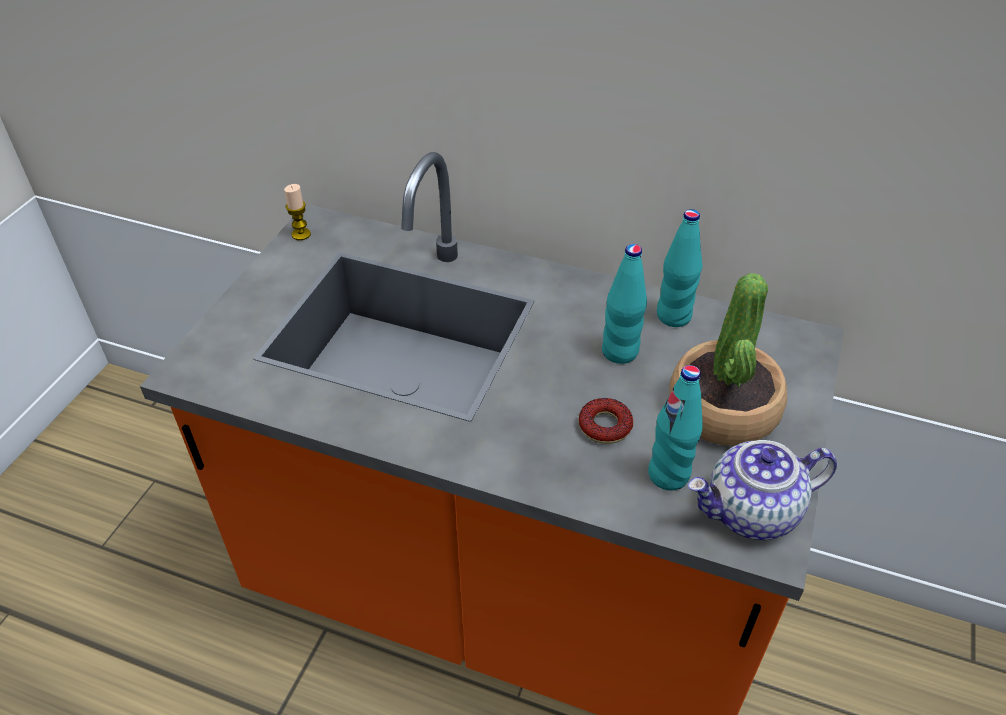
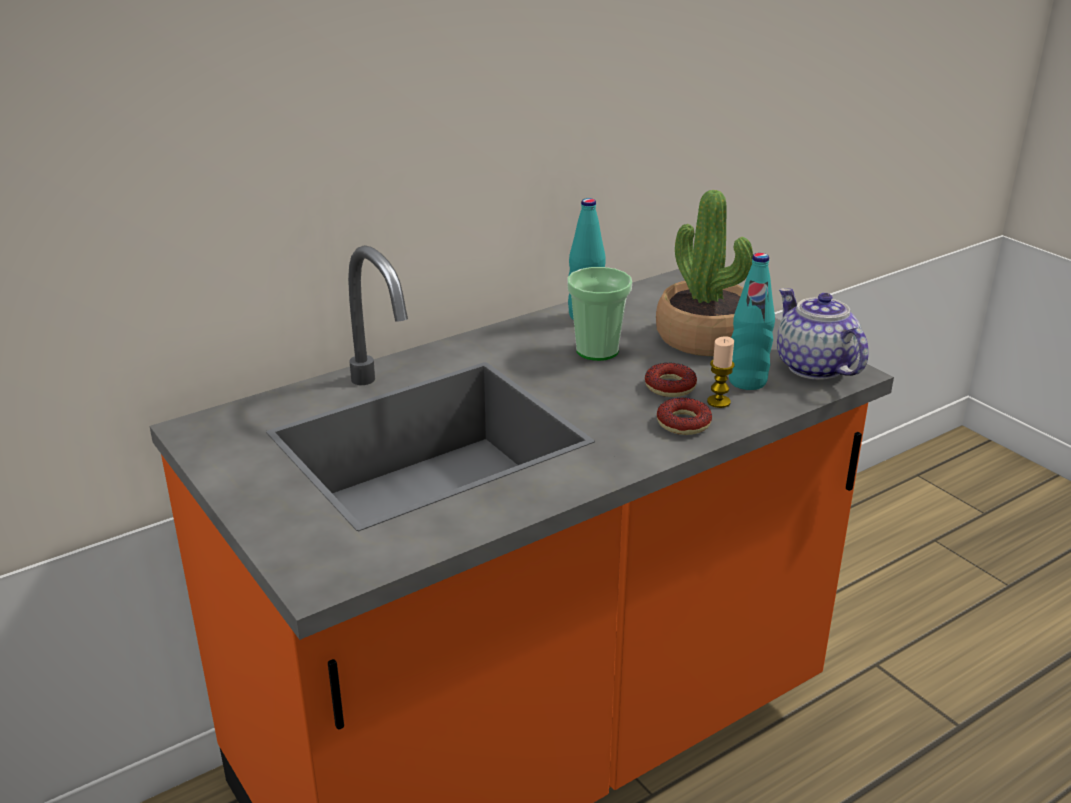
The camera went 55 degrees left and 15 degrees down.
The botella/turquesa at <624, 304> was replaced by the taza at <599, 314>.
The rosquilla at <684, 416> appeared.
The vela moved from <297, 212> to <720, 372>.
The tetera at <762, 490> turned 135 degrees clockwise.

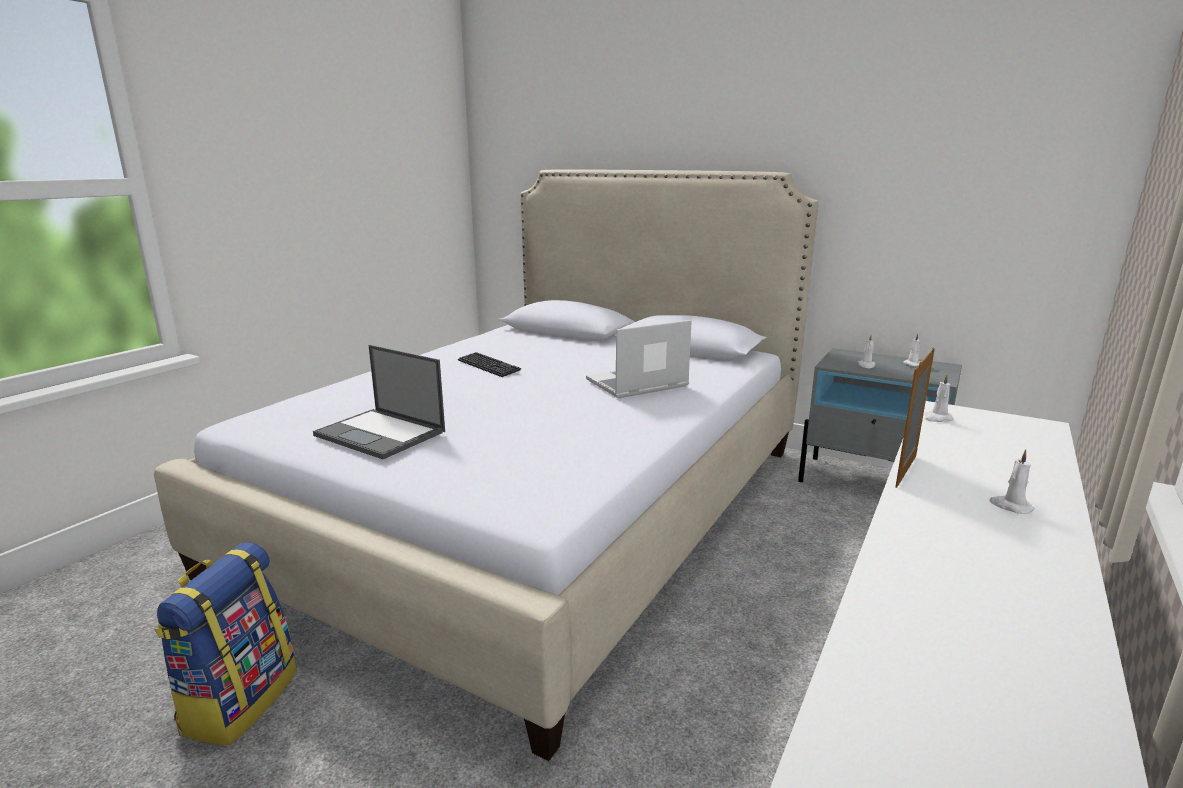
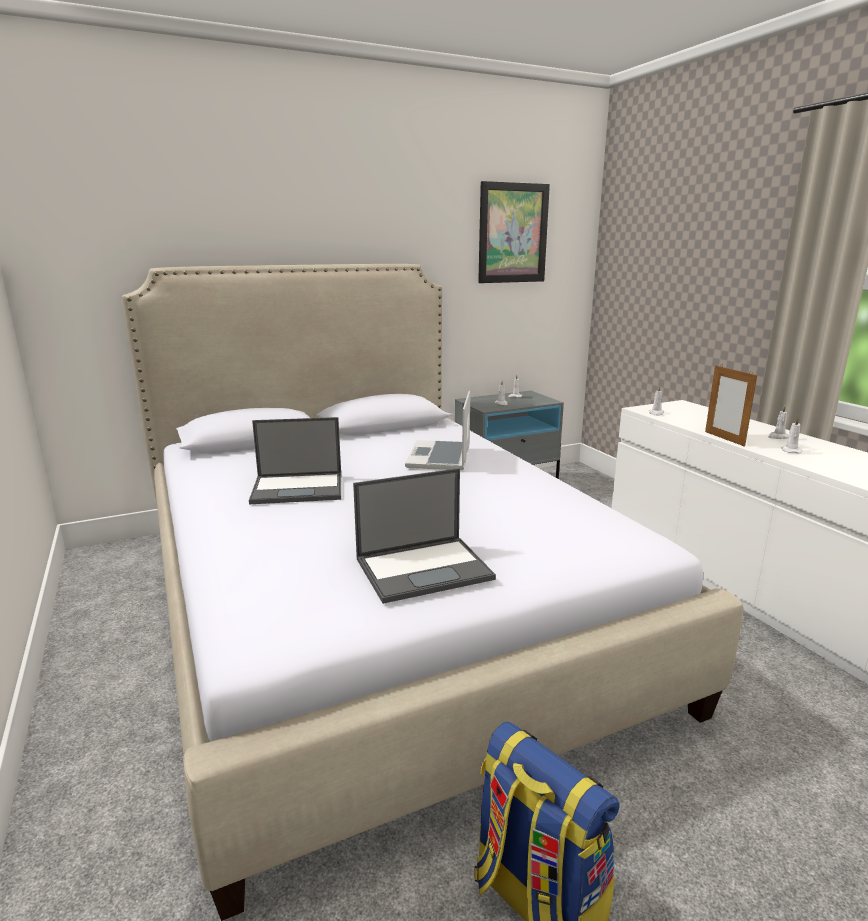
The camera went 55 degrees left and 0 degrees up.
The teclado at <489, 364> was replaced by the portátil at <295, 460>.
The cuadro at <514, 232> appeared.
The vela/blanco at <792, 435> appeared.

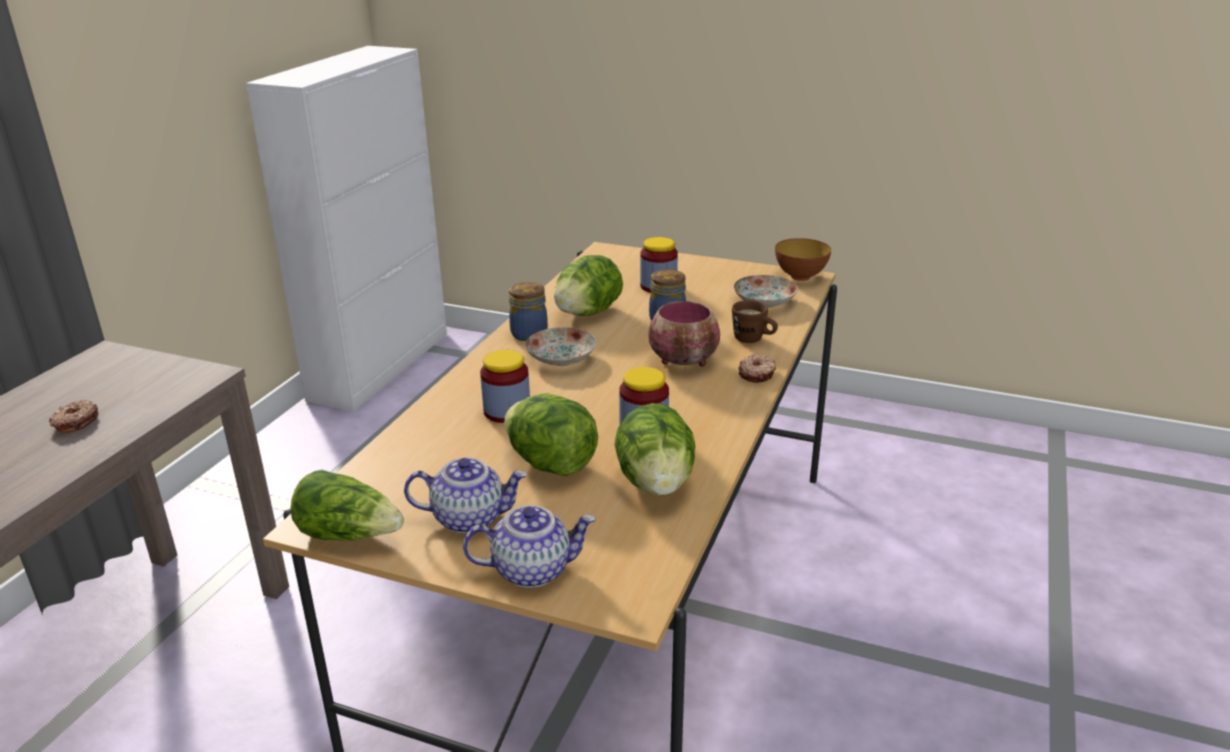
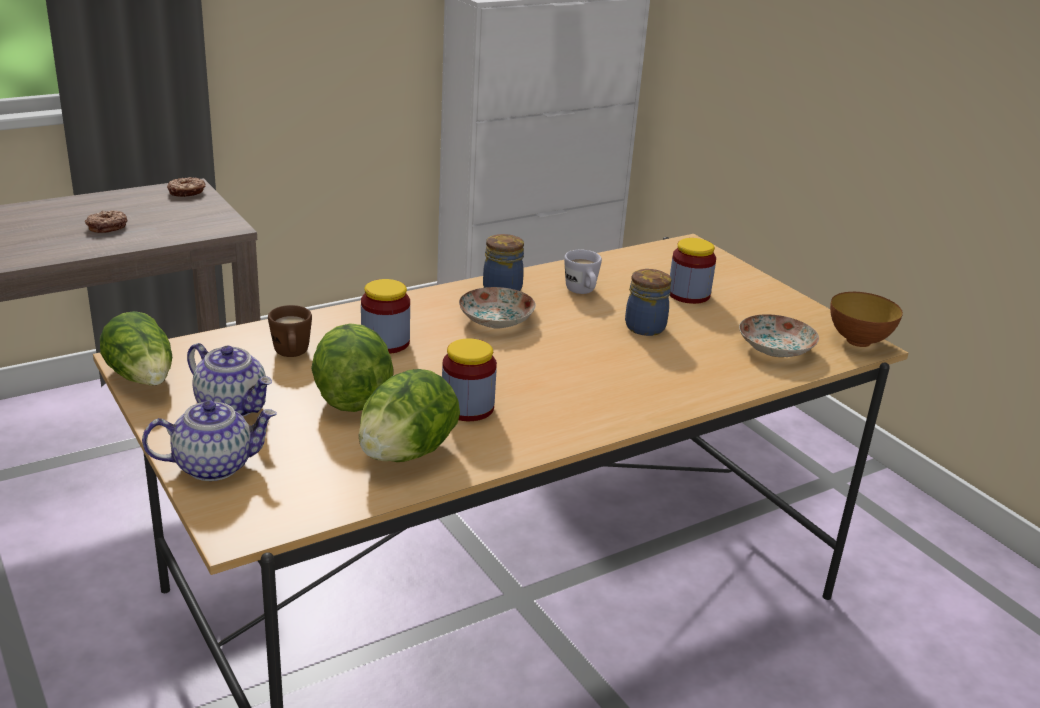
The camera went 35 degrees right and 0 degrees up.
The tetera at <529, 546> turned 45 degrees counterclockwise.
The rosquilla moved from <757, 368> to <186, 187>.
The taza grande/marrón moved from <755, 321> to <290, 331>.
The lechuga at <588, 285> was replaced by the taza grande/blanco at <583, 272>.
The cuenco at <684, 333> disappeared.

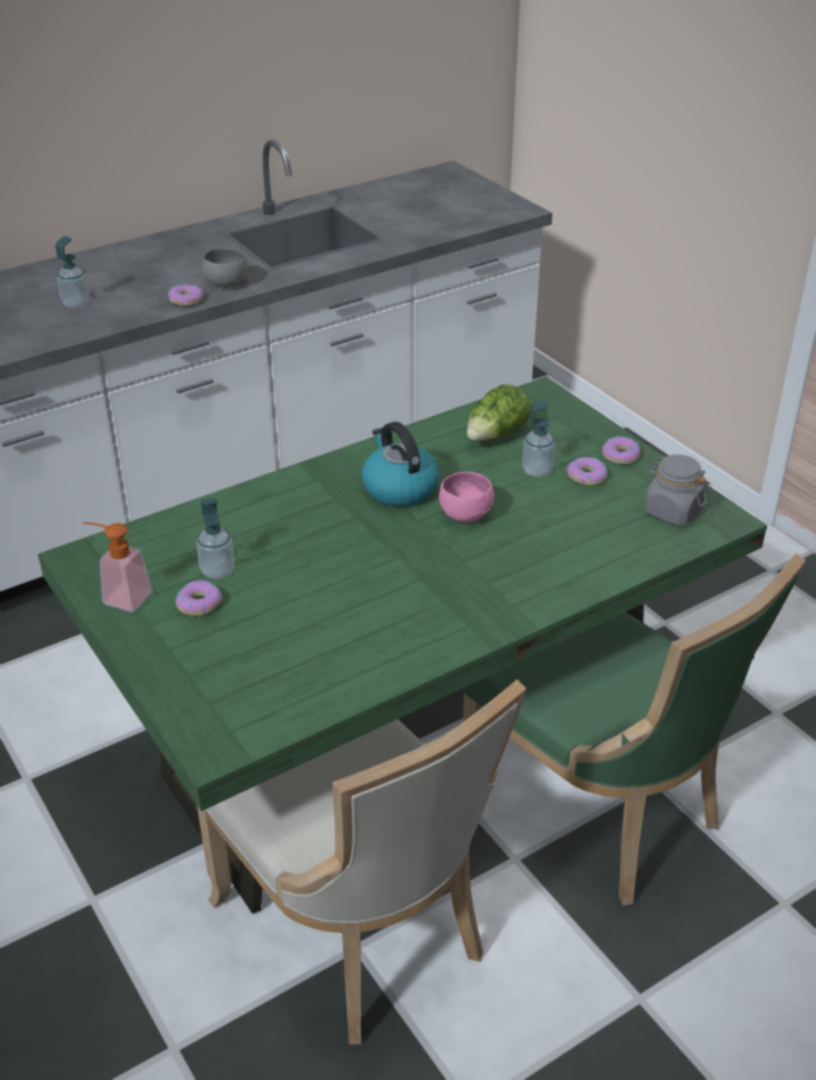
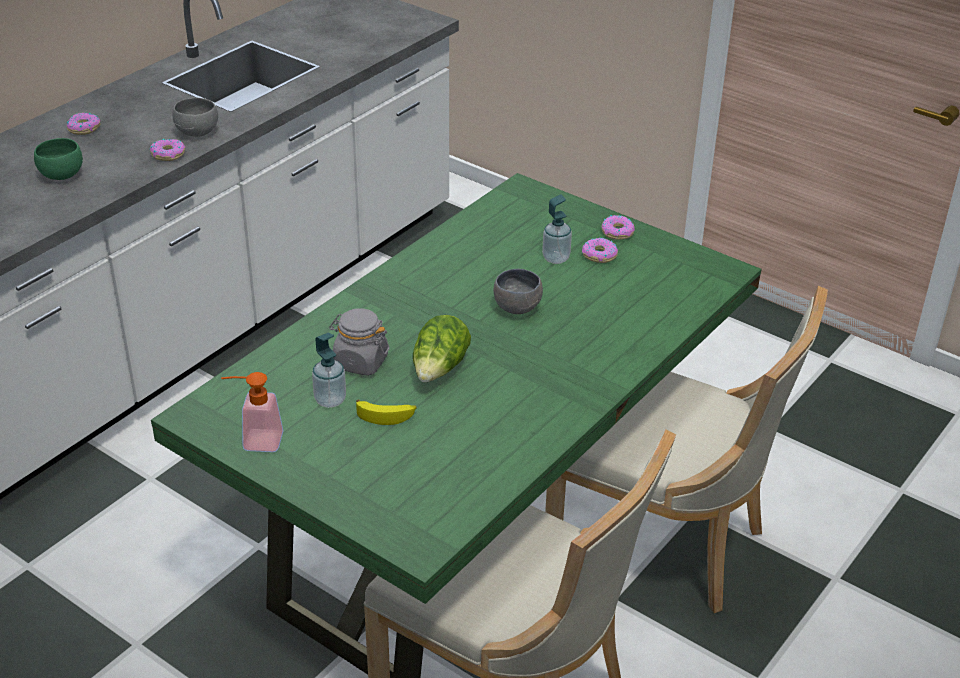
The camera went 20 degrees left and 0 degrees up.
The dispensador de jabón at <72, 272> was replaced by the cuenco/verde at <58, 159>.
The rosquilla moved from <199, 598> to <84, 124>.
The tarro/gris moved from <676, 490> to <359, 342>.
The plátano at <386, 412> appeared.
The lechuga moved from <499, 413> to <442, 348>.
The cuenco/rosa at <466, 497> became the cuenco/gris at <518, 291>.
The silla/verde at <634, 729> became the silla/beis at <686, 449>.
The hervidor at <400, 464> disappeared.

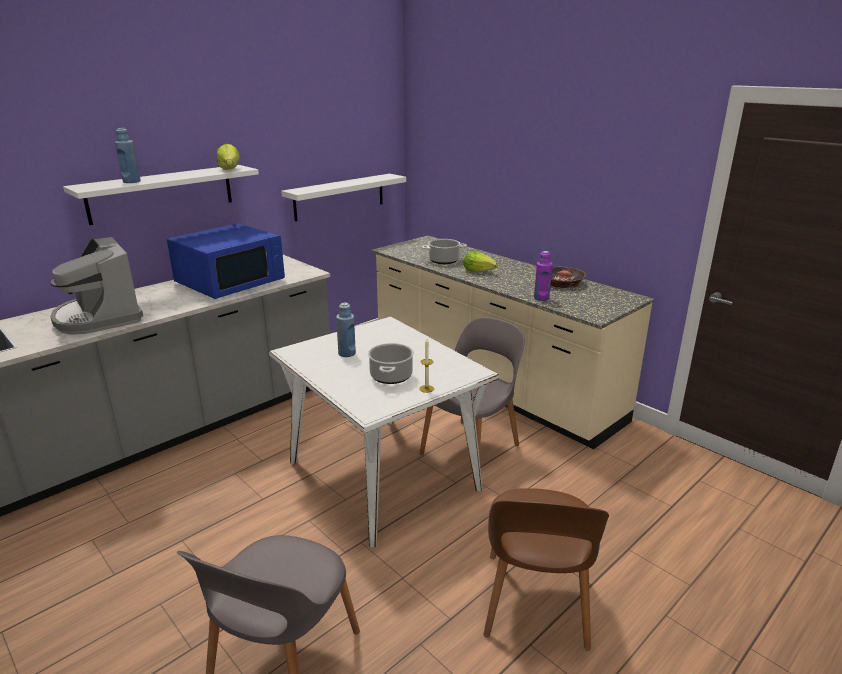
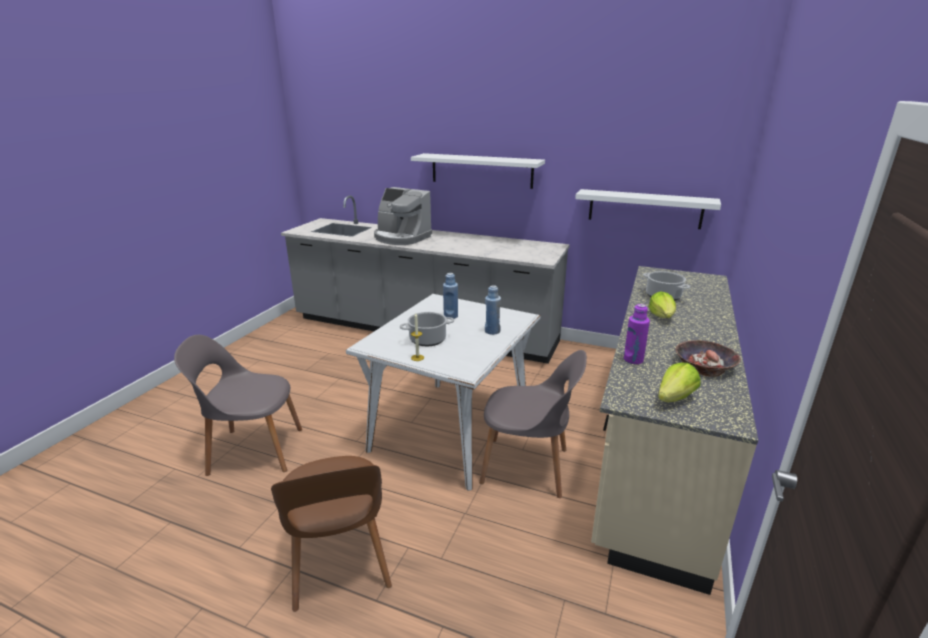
The camera went 65 degrees right and 0 degrees up.
The silla/marrón at <546, 569> turned 90 degrees counterclockwise.
The cafetera at <96, 286> turned 90 degrees counterclockwise.
The botella/azul moved from <128, 155> to <493, 310>.
The lechuga moved from <228, 157> to <679, 382>.
The microondas/azul at <226, 261> disappeared.

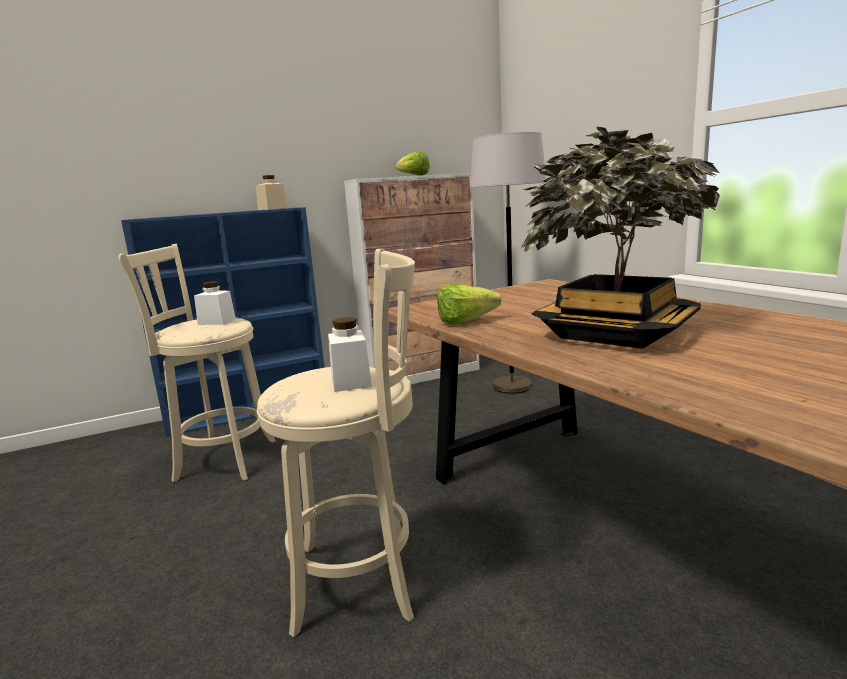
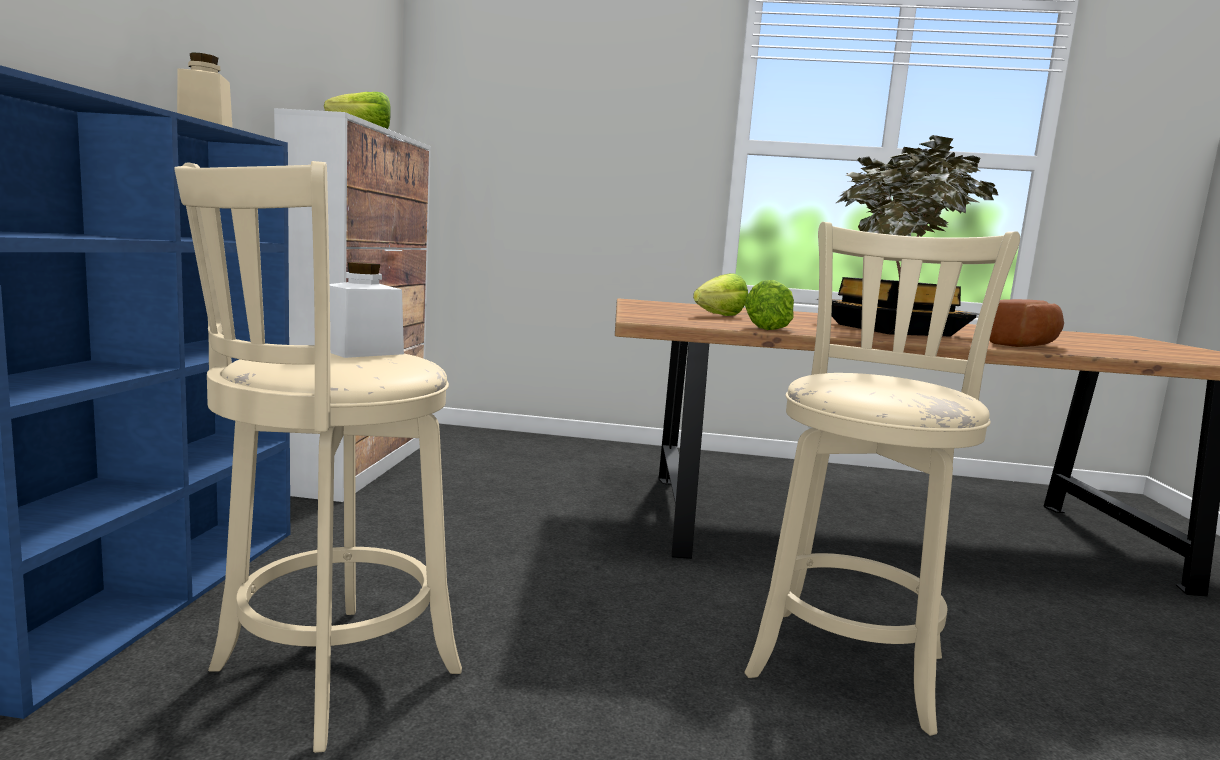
The camera went 60 degrees left and 5 degrees down.
The lechuga at <720, 294> appeared.
The pan at <1027, 323> appeared.
The tarro/blanco at <350, 354> disappeared.
The lámpara de pie/gris at <508, 263> disappeared.

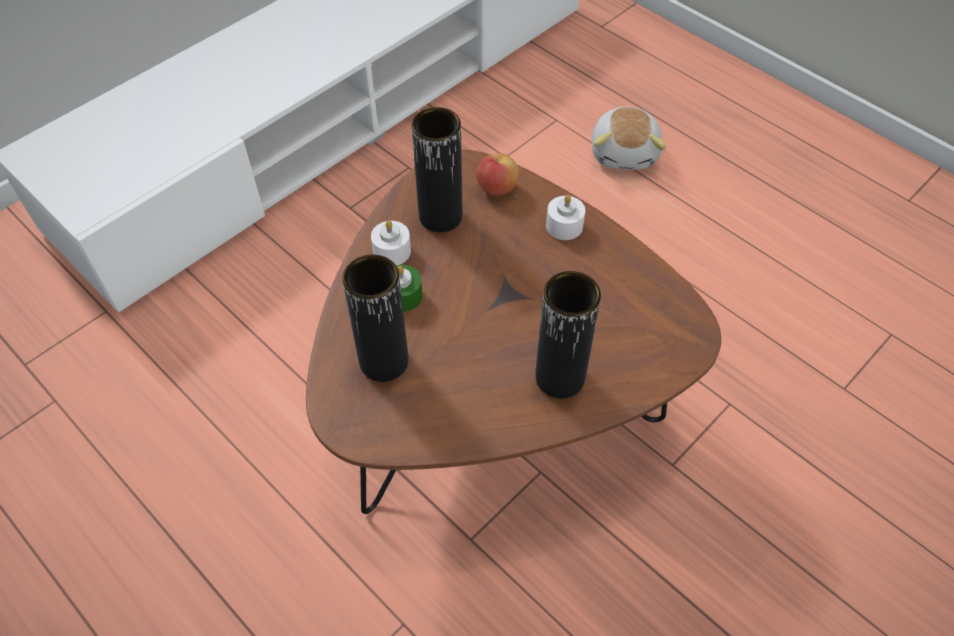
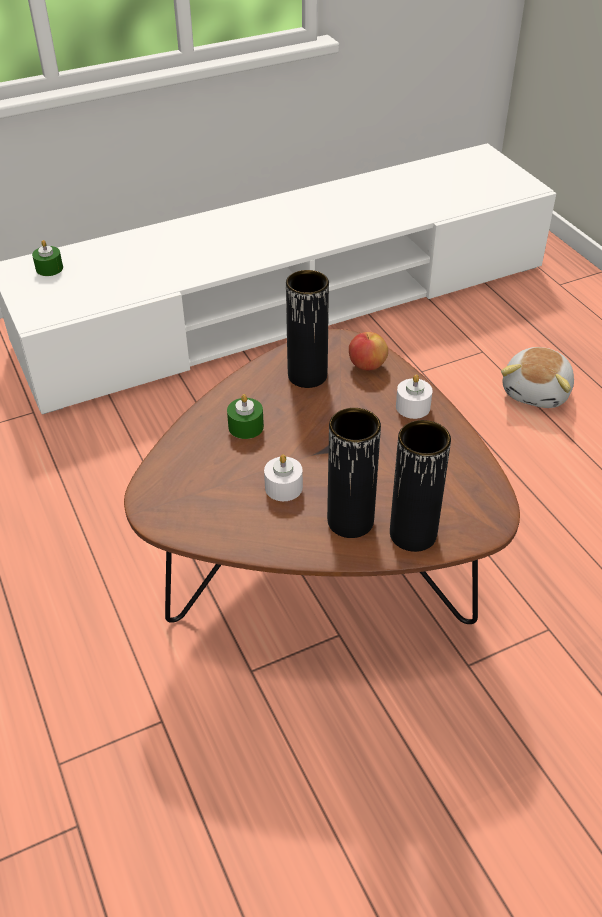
The camera went 20 degrees right and 10 degrees down.
The vela/verde at <47, 258> appeared.
The vela/blanco moved from <391, 242> to <283, 477>.
The florero/negro moved from <375, 318> to <420, 486>.

